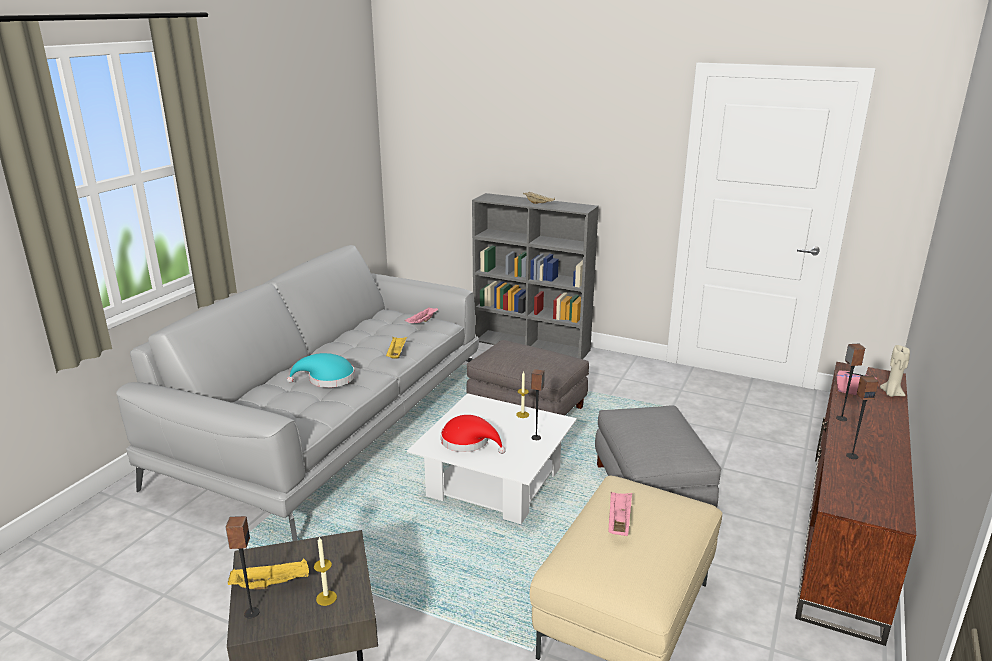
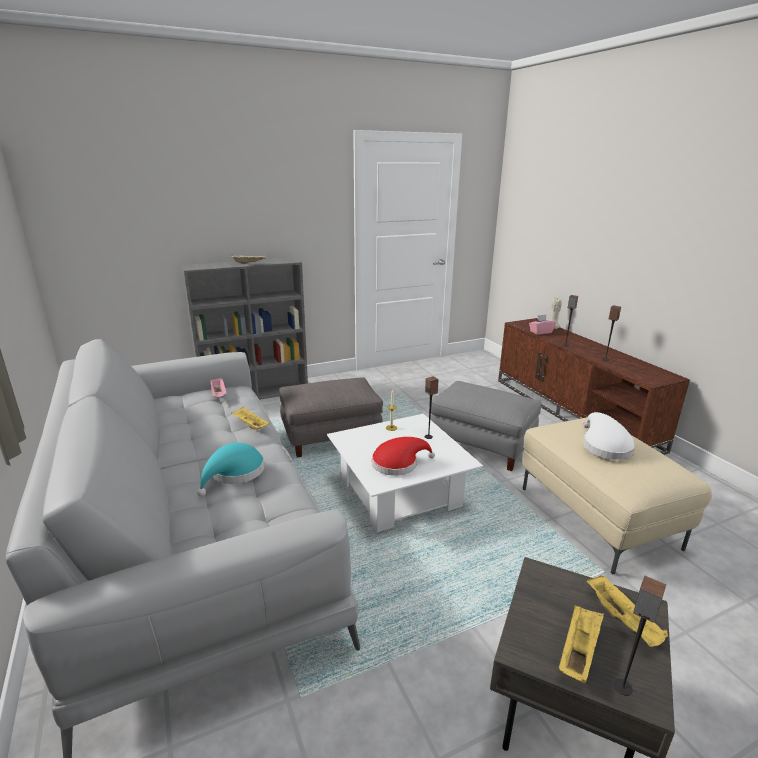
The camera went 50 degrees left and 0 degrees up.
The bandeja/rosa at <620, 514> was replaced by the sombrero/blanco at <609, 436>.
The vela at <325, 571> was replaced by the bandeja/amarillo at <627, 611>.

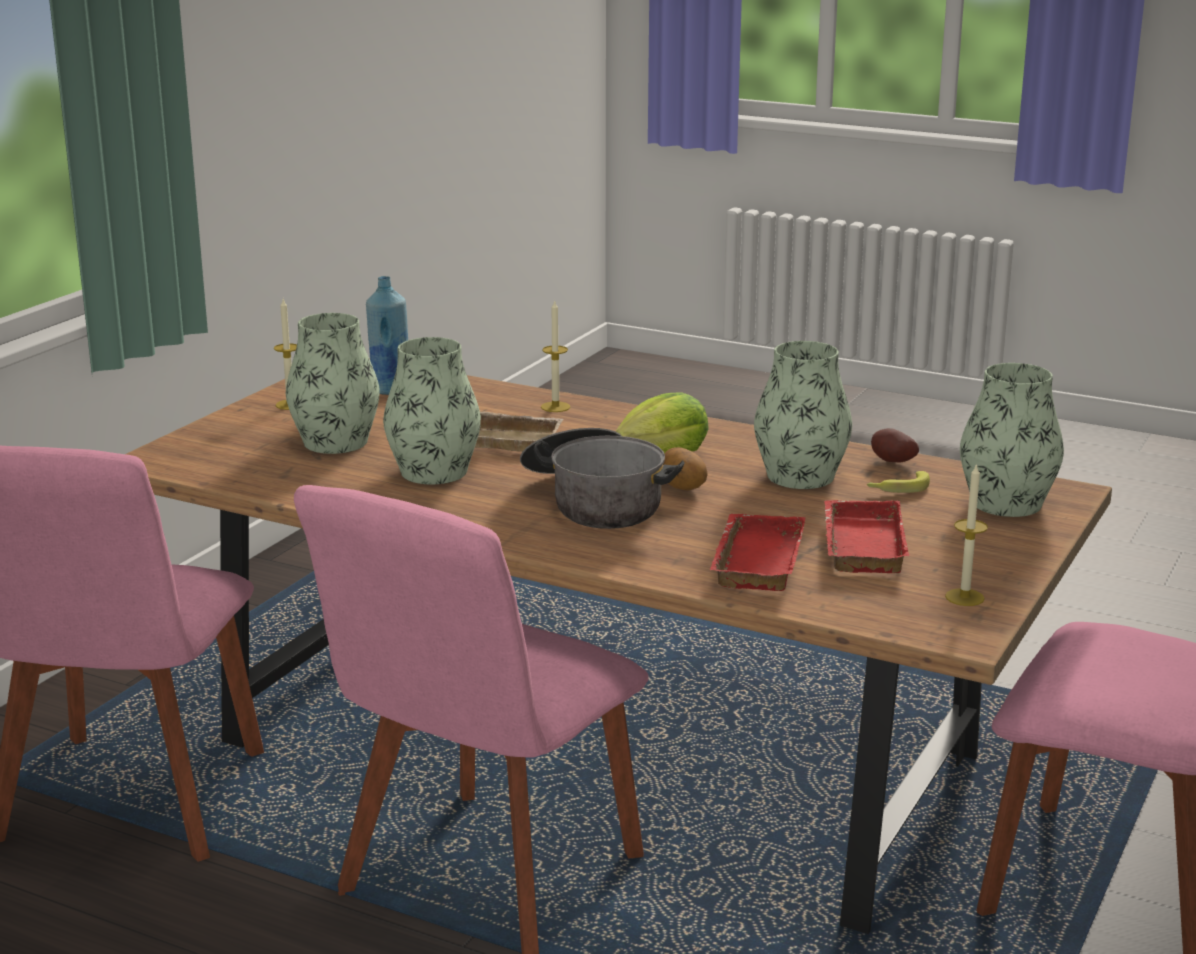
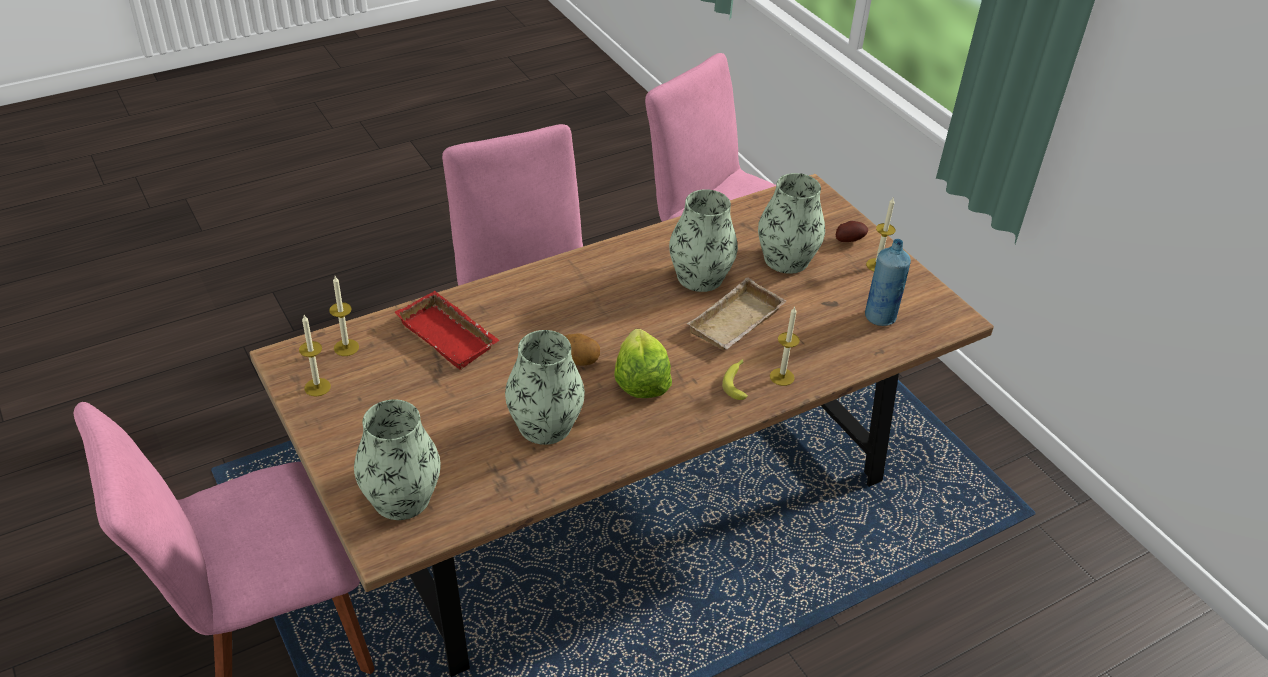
The camera went 120 degrees right and 20 degrees up.
The vela at <344, 316> appeared.
The plátano moved from <898, 482> to <735, 379>.
The patata moved from <895, 445> to <852, 231>.
The olla at <602, 478> disappeared.
The bandeja/rojo at <866, 536> disappeared.

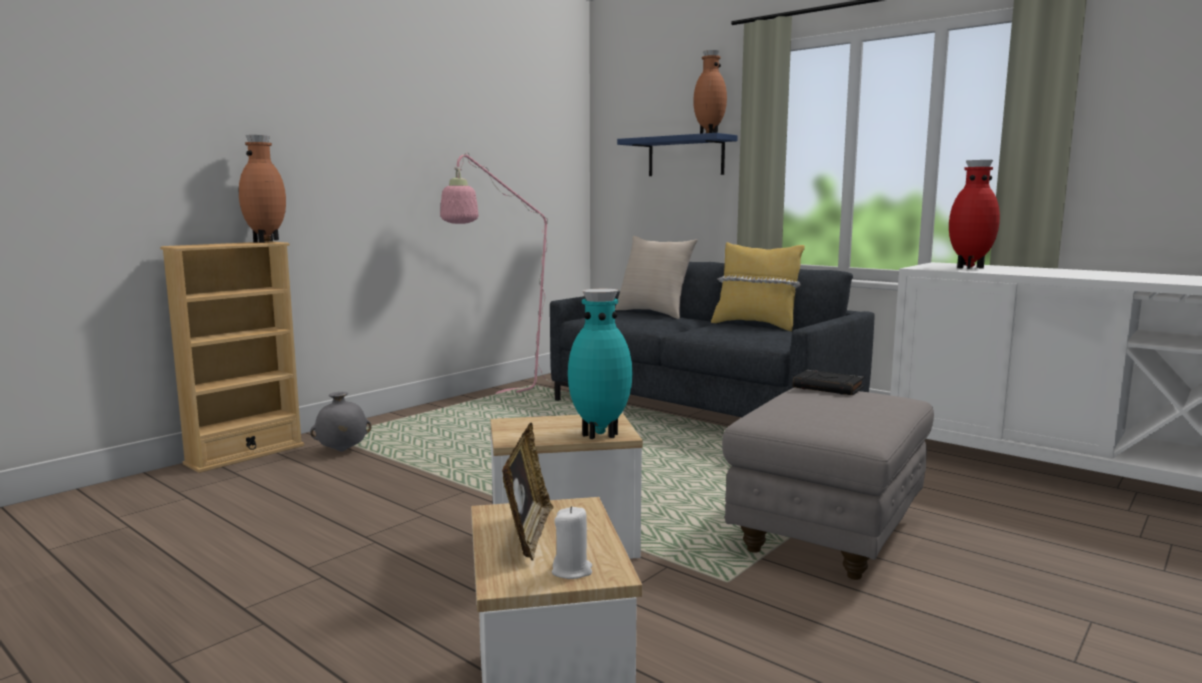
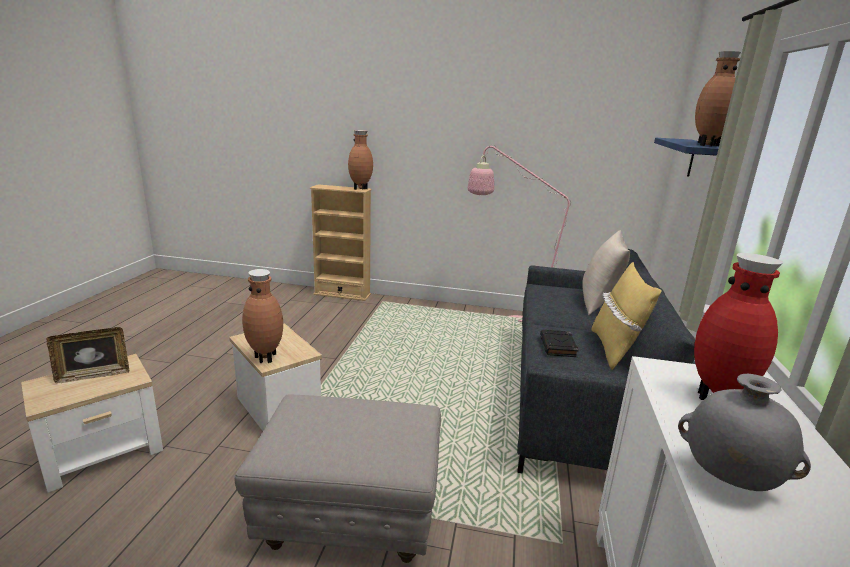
The camera went 60 degrees right and 10 degrees up.
The florero/turquesa at <600, 364> became the florero/marrón at <262, 316>.
The libro/negro moved from <829, 382> to <559, 343>.
The florero/gris moved from <340, 422> to <744, 432>.
The vela/blanco at <572, 542> disappeared.

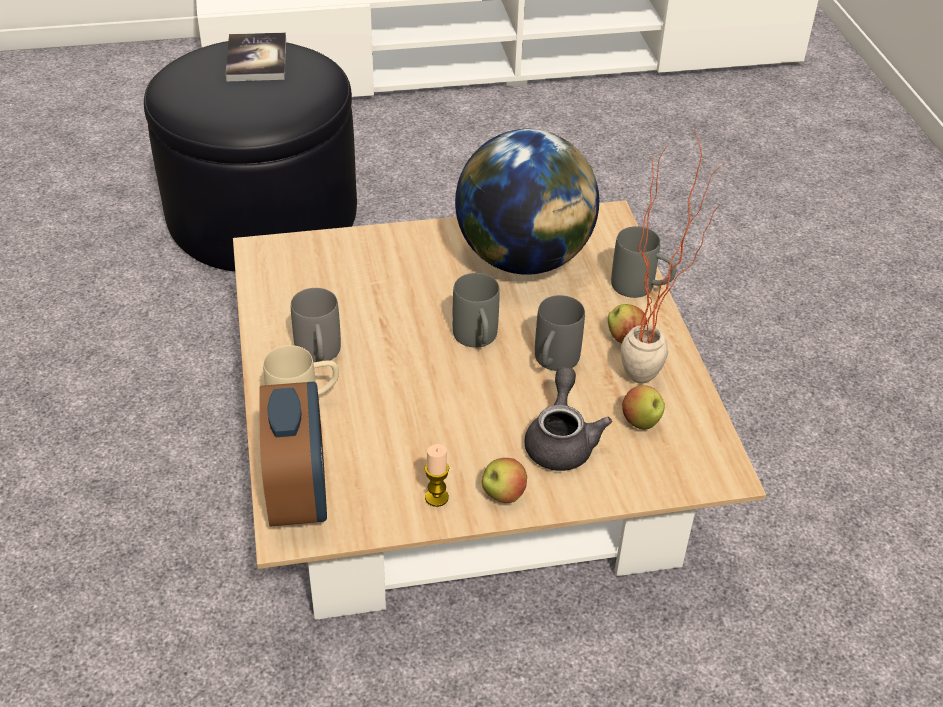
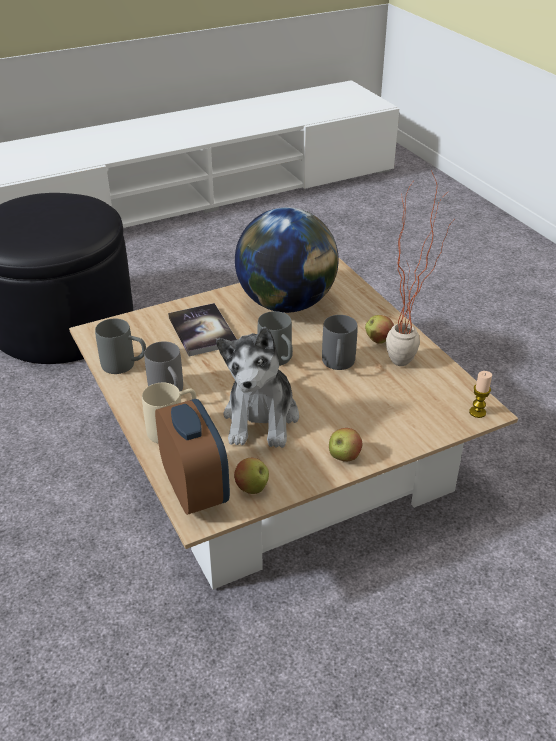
The camera went 15 degrees left and 5 degrees down.
The taza grande/gris moved from <643, 262> to <120, 346>.
The libro moved from <255, 57> to <202, 329>.
The peluche at <257, 387> appeared.
The manzana moved from <643, 407> to <251, 476>.
The vela moved from <437, 475> to <480, 394>.
The tetera/gris at <568, 419> disappeared.

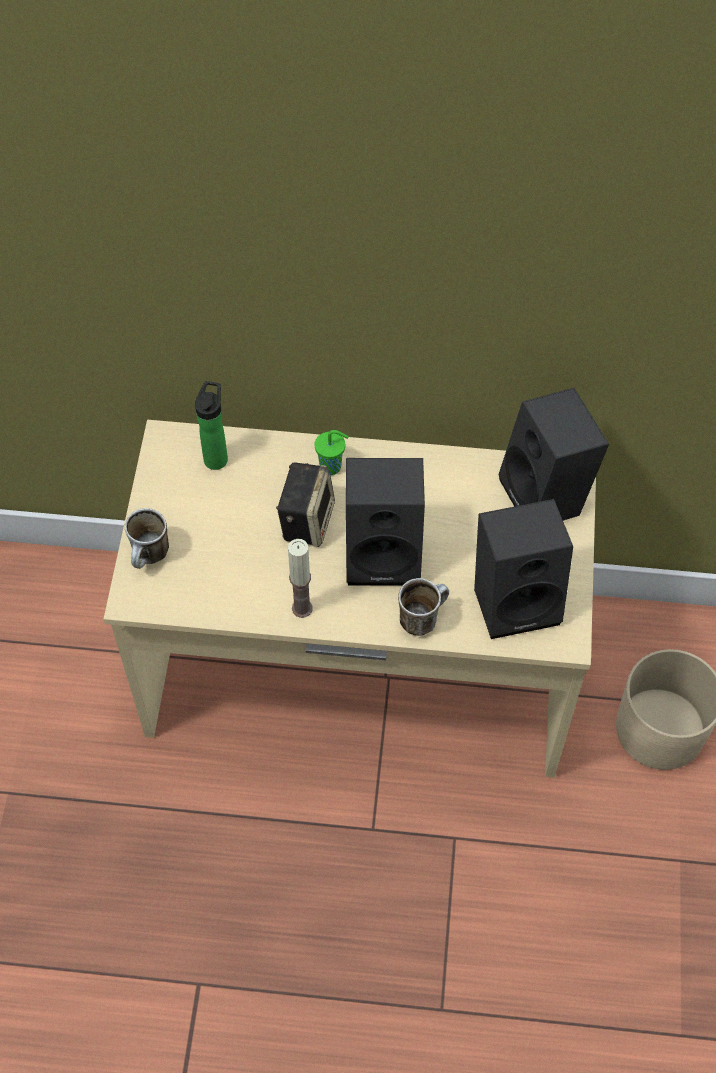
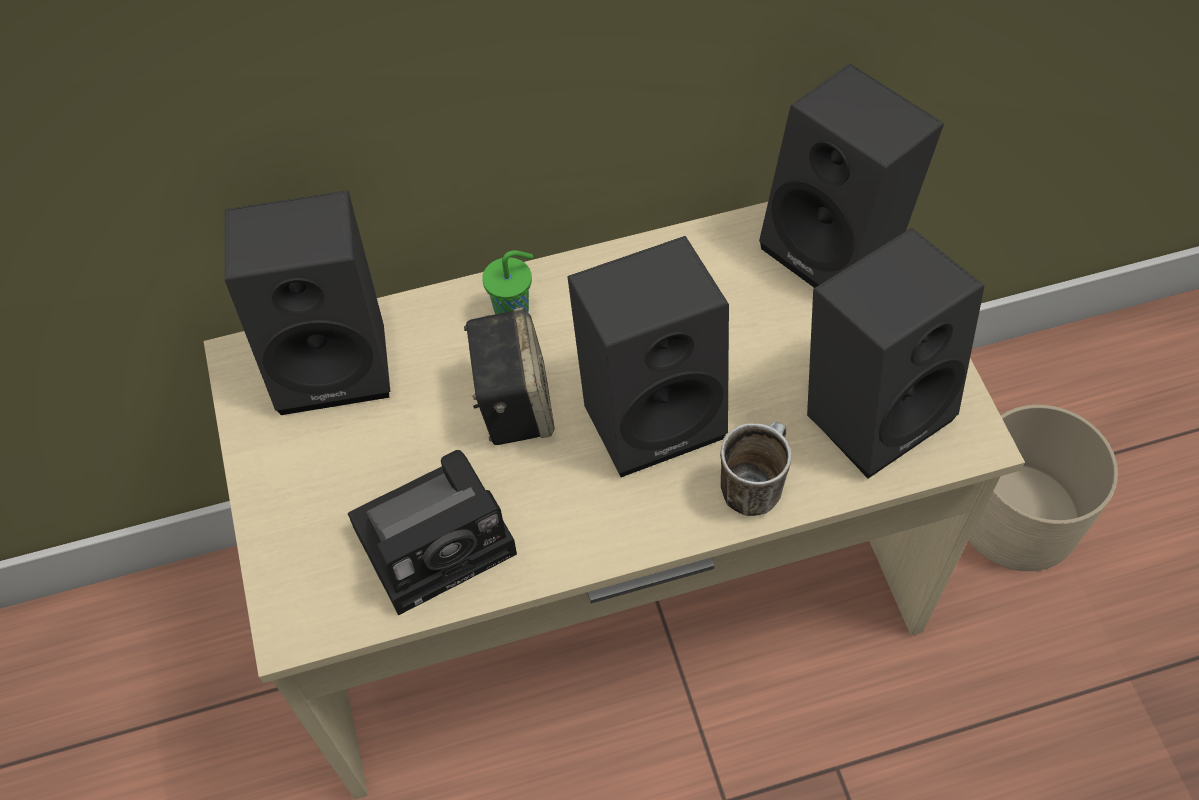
The camera went 20 degrees left and 0 degrees up.
The botella at <211, 425> was replaced by the altavoz/negro at <307, 303>.
The cámara at <432, 533> appeared.
The taza grande at <147, 538> disappeared.
The vela at <300, 578> disappeared.

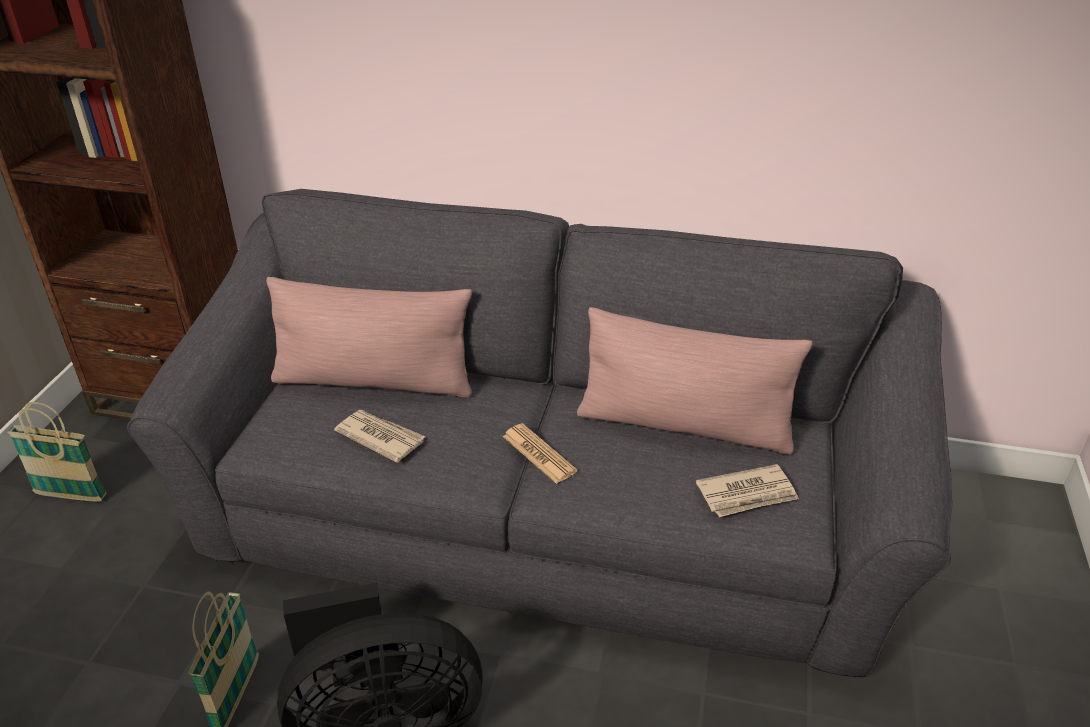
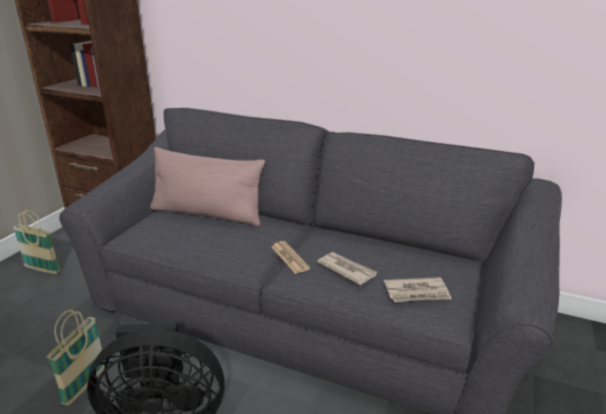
The camera went 10 degrees right and 10 degrees down.
The periódico moved from <379, 436> to <347, 268>.
The cojín/rosa at <695, 381> disappeared.

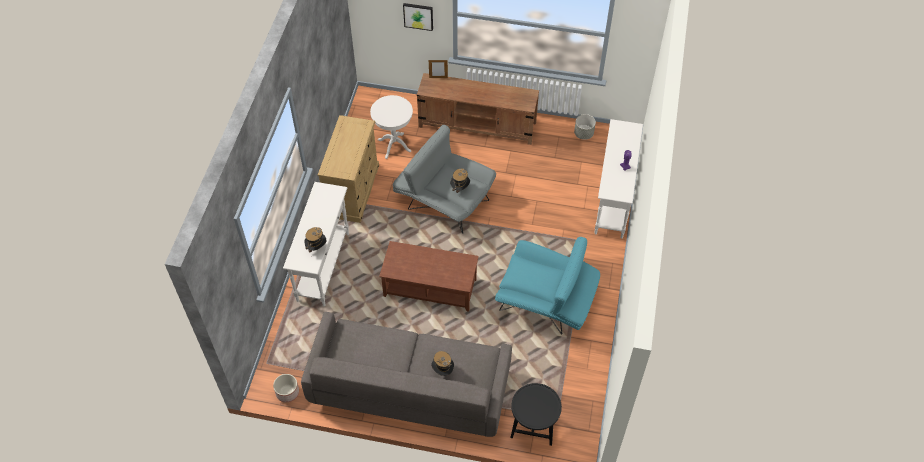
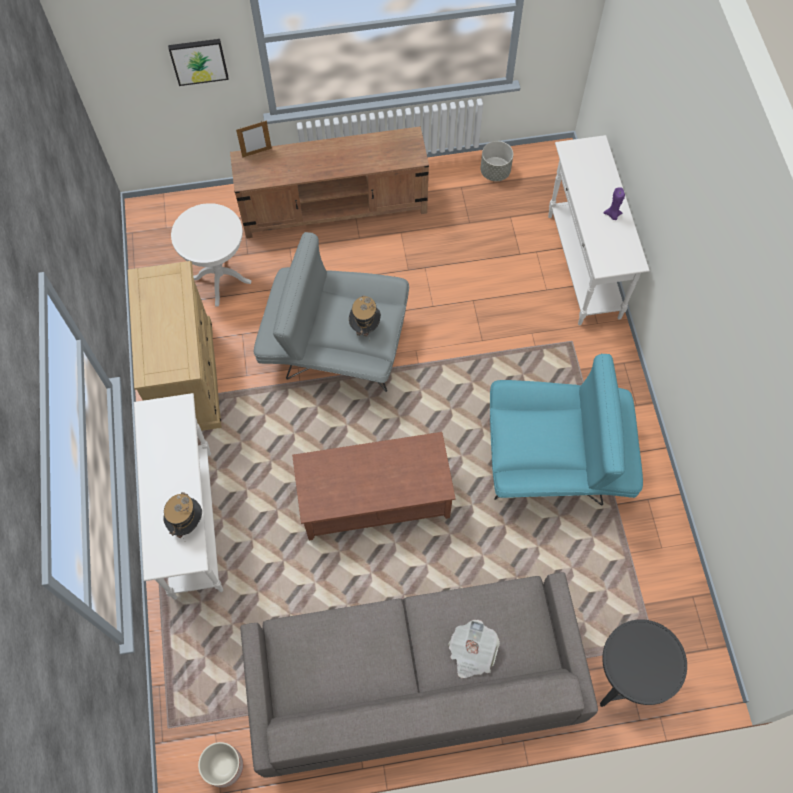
The camera went 20 degrees left and 10 degrees up.
The sombrero at <442, 363> was replaced by the periódico at <474, 649>.

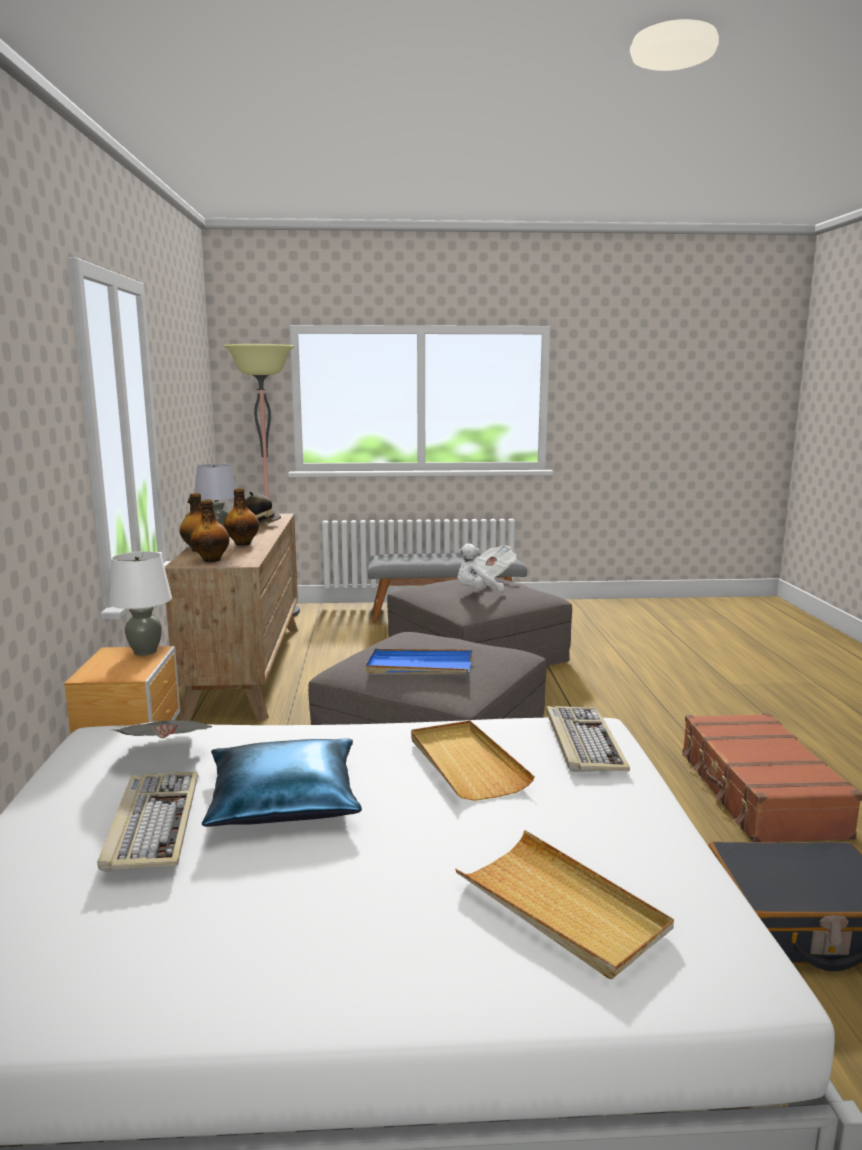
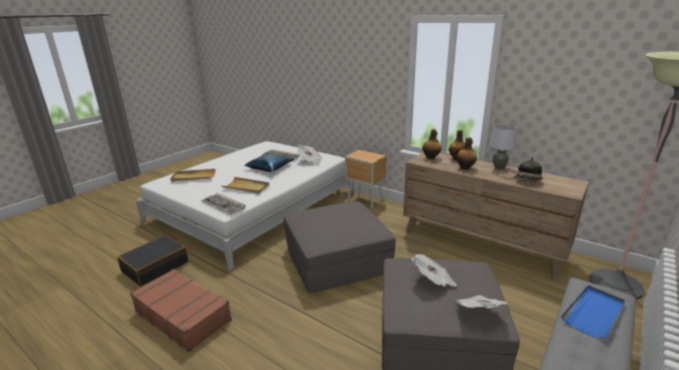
The camera went 130 degrees right and 10 degrees up.
The peluche/blanco at <481, 567> was replaced by the periódico at <434, 270>.
The bandeja/azul moved from <419, 661> to <593, 312>.
The lámpara de mesa/blanco at <140, 603> disappeared.

